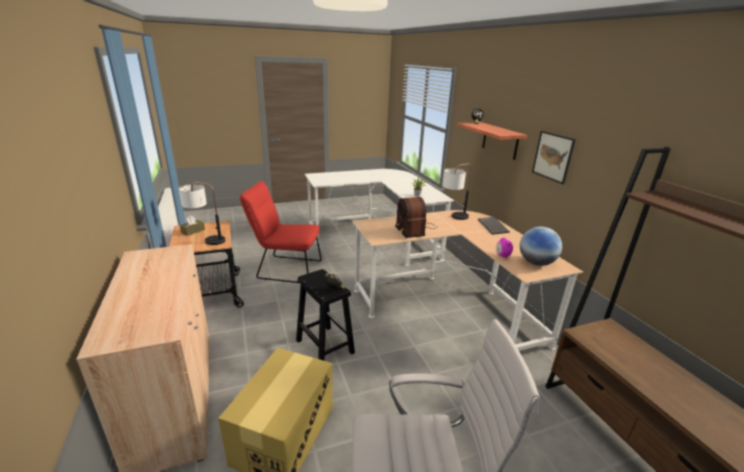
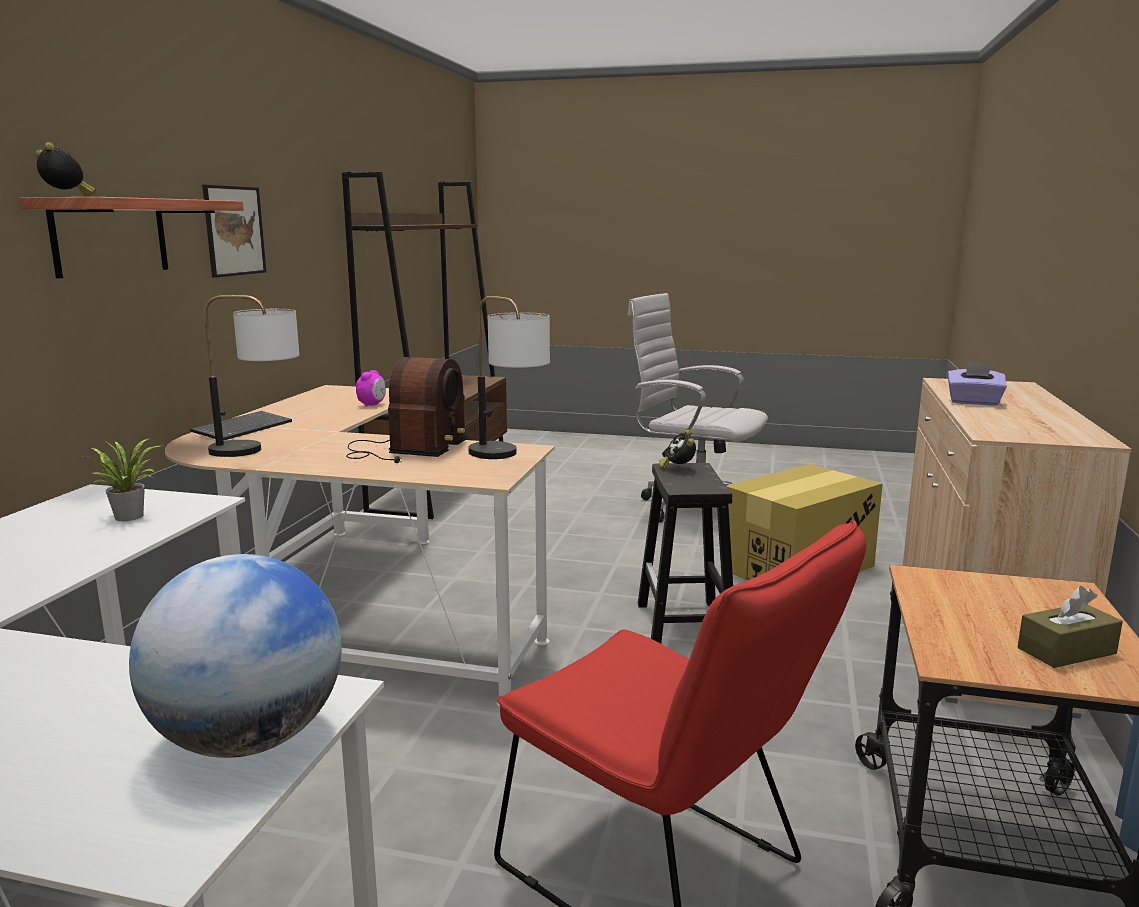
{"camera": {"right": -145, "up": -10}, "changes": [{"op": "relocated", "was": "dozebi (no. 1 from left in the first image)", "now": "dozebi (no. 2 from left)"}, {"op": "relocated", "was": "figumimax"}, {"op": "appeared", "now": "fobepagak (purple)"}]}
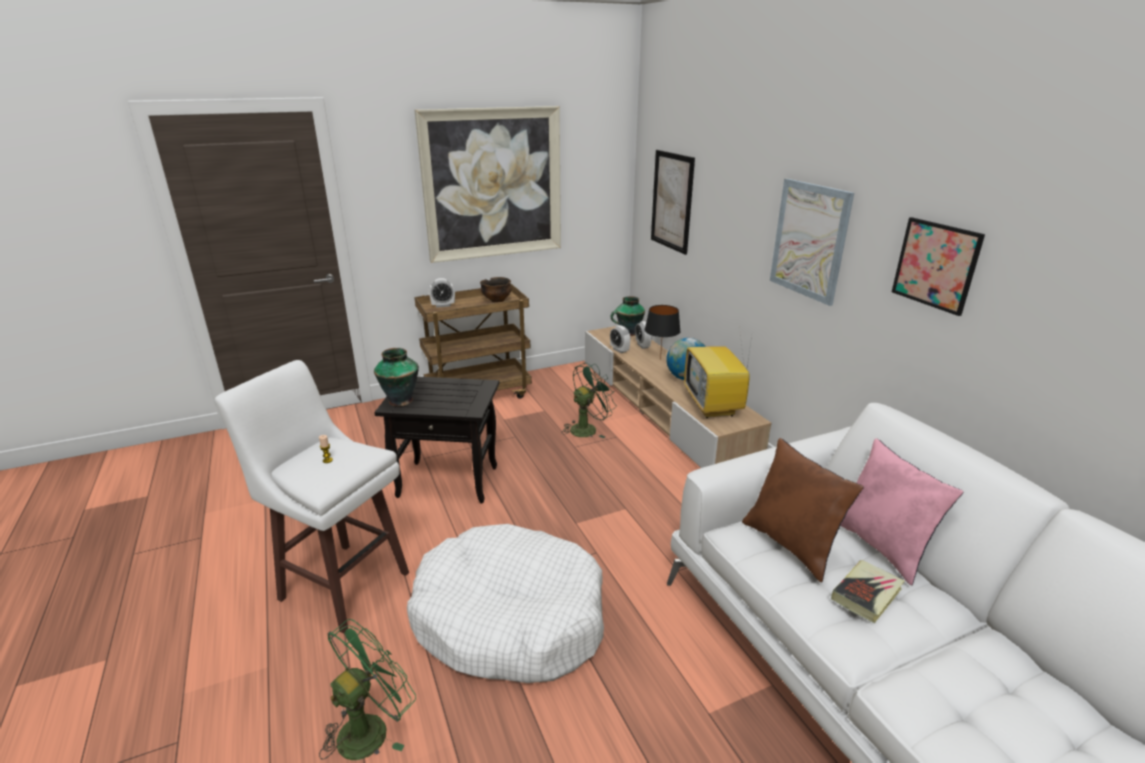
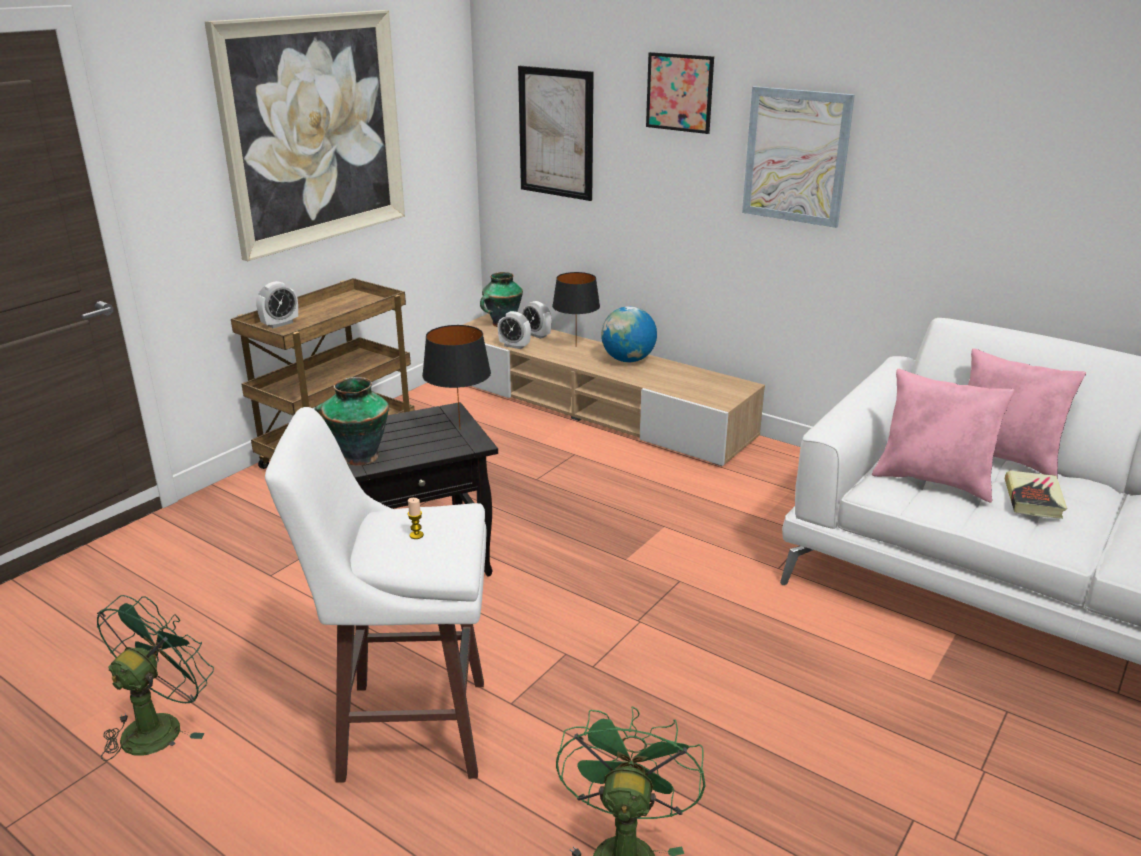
{"camera": {"right": -30, "up": 0}, "changes": [{"op": "missing", "was": "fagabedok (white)"}, {"op": "missing", "was": "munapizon"}, {"op": "relocated", "was": "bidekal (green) (no. 2 from left in the first image)", "now": "bidekal (green) (no. 1 from left)"}, {"op": "missing", "was": "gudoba"}, {"op": "colour", "was": "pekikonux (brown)", "now": "pekikonux (pink) (no. 1 from left)"}, {"op": "relocated", "was": "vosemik (no. 4 from left in the first image)", "now": "vosemik (no. 3 from left)"}, {"op": "appeared", "now": "dozebi (black) (no. 1 from left)"}]}
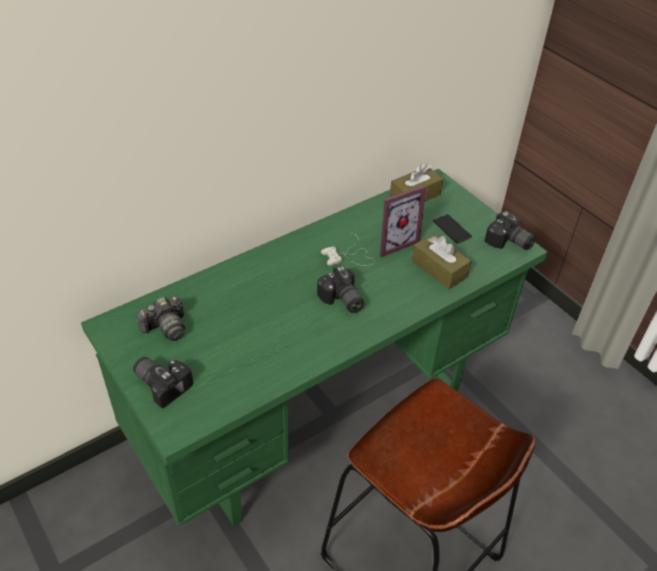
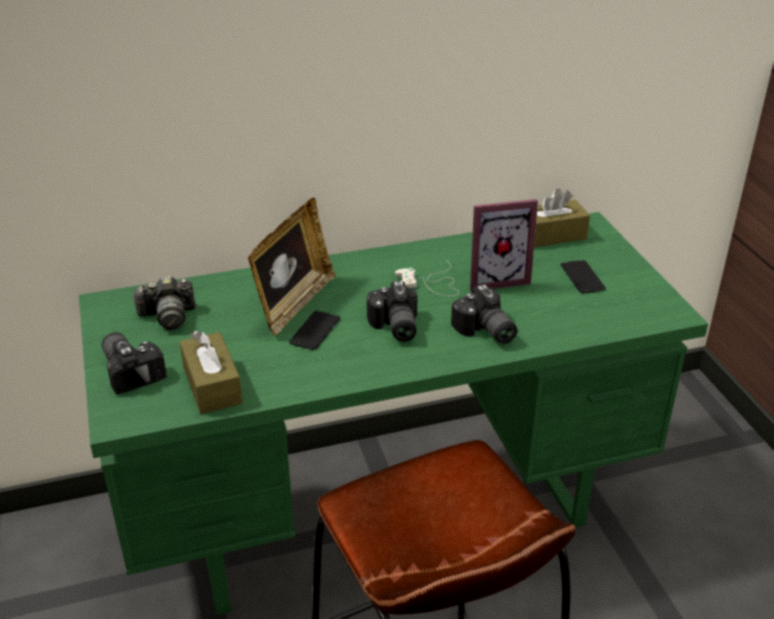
{"camera": {"right": 20, "up": -10}, "changes": [{"op": "relocated", "was": "fobepagak (brown) (no. 2 from left in the first image)", "now": "fobepagak (brown) (no. 1 from left)"}, {"op": "relocated", "was": "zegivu (no. 4 from left)"}, {"op": "appeared", "now": "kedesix (no. 1 from left)"}, {"op": "appeared", "now": "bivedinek (no. 1 from left)"}]}
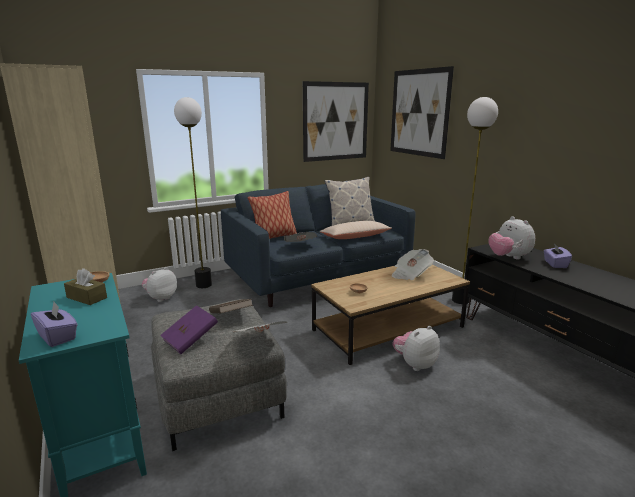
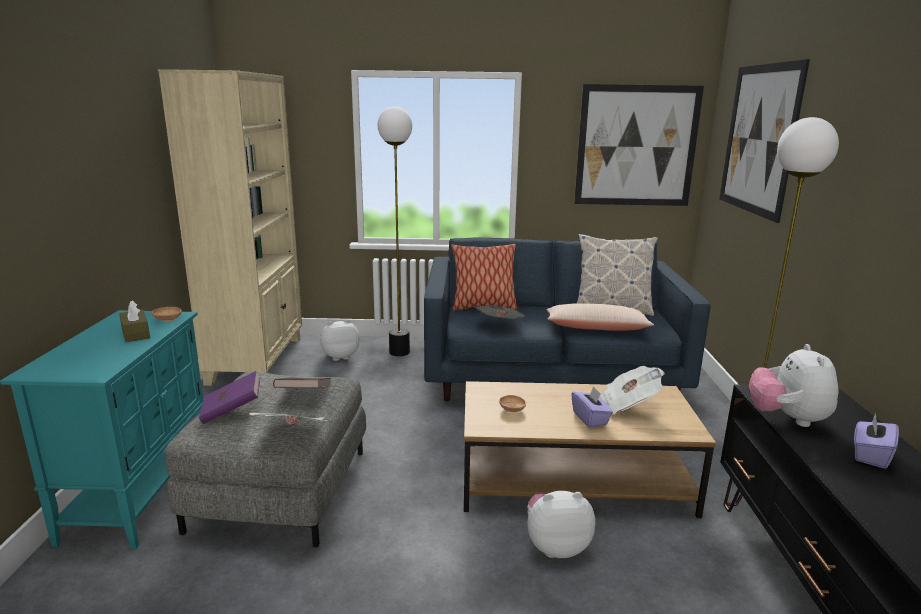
{"camera": {"right": 30, "up": 0}, "changes": [{"op": "relocated", "was": "fobepagak (purple) (no. 1 from left)"}]}
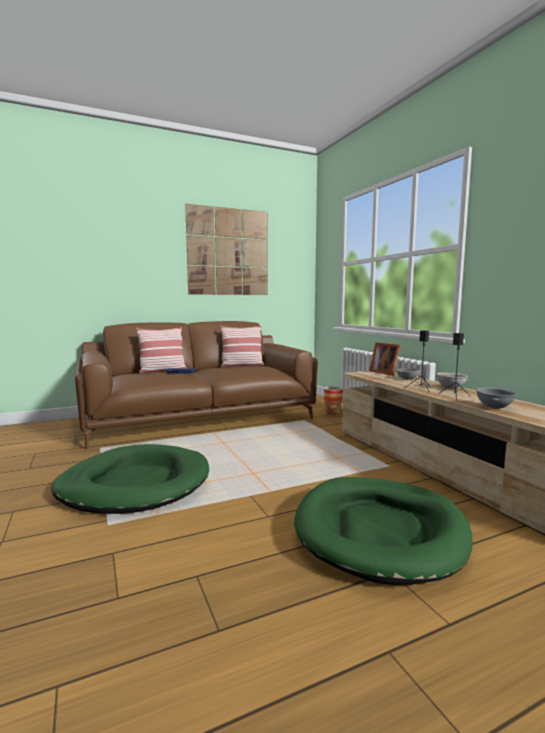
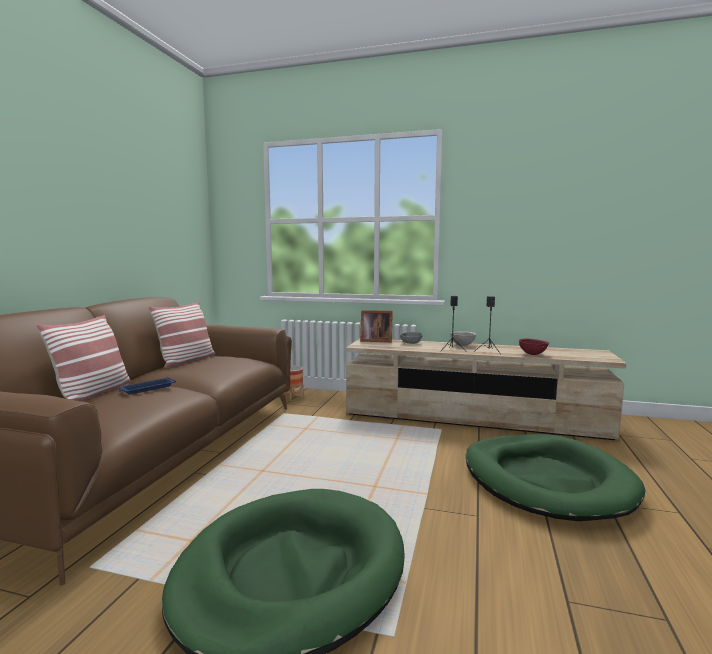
{"camera": {"right": -50, "up": 0}, "changes": [{"op": "missing", "was": "vosemik"}, {"op": "colour", "was": "munapizon (grey) (no. 3 from left)", "now": "munapizon (red)"}]}
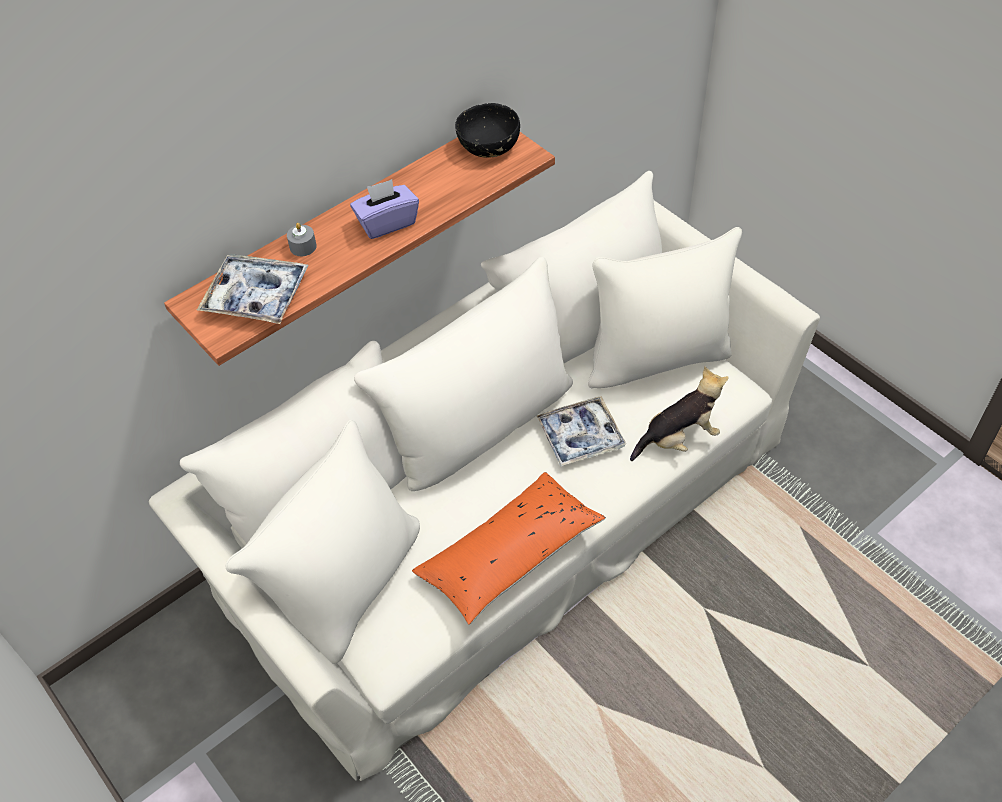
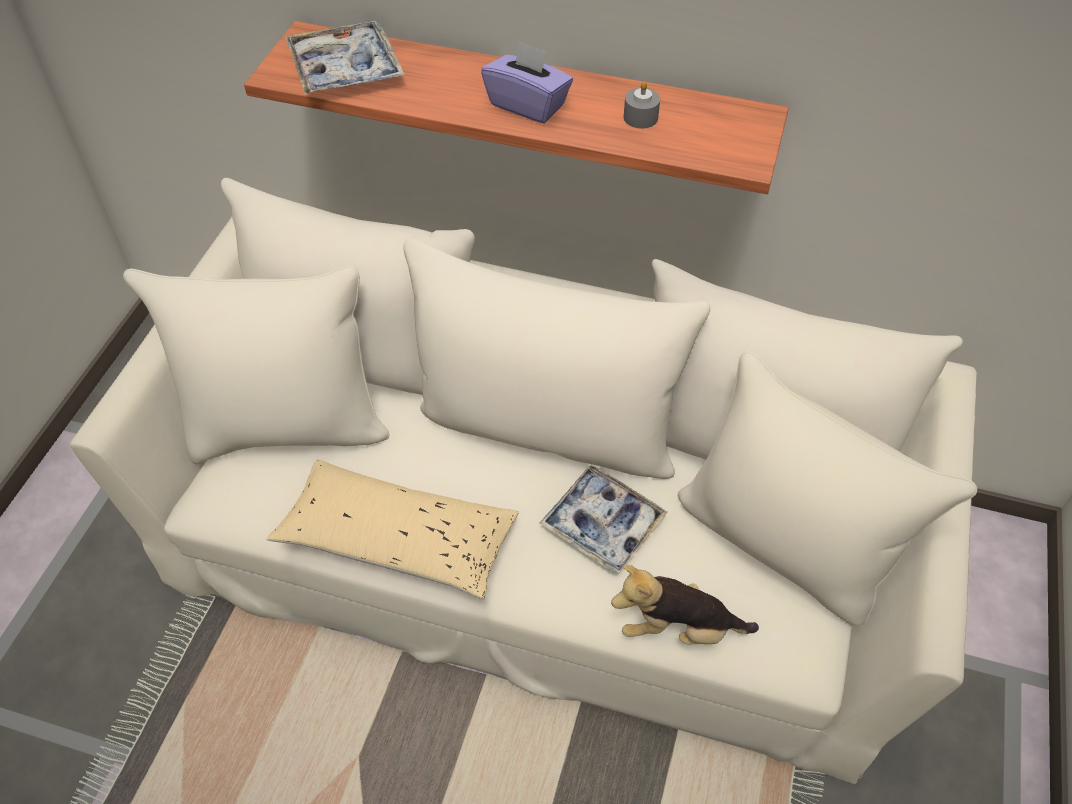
{"camera": {"right": 55, "up": 0}, "changes": [{"op": "relocated", "was": "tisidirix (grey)"}, {"op": "colour", "was": "pekikonux (orange)", "now": "pekikonux (beige)"}, {"op": "missing", "was": "munapizon (black)"}, {"op": "spun", "was": "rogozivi", "clockwise": 150}]}
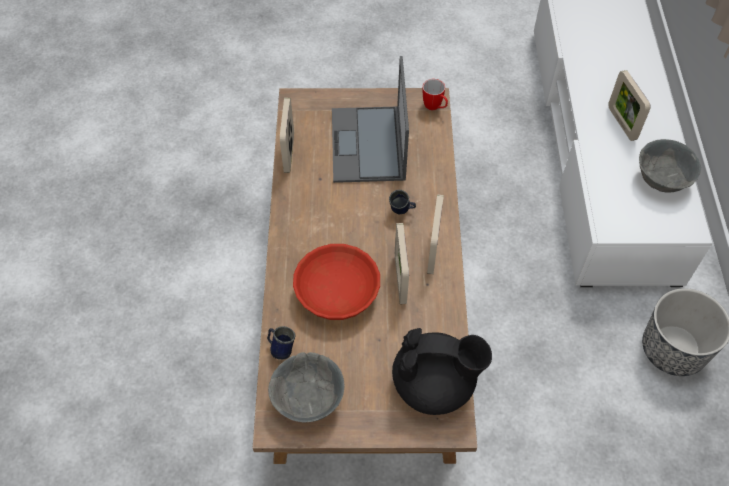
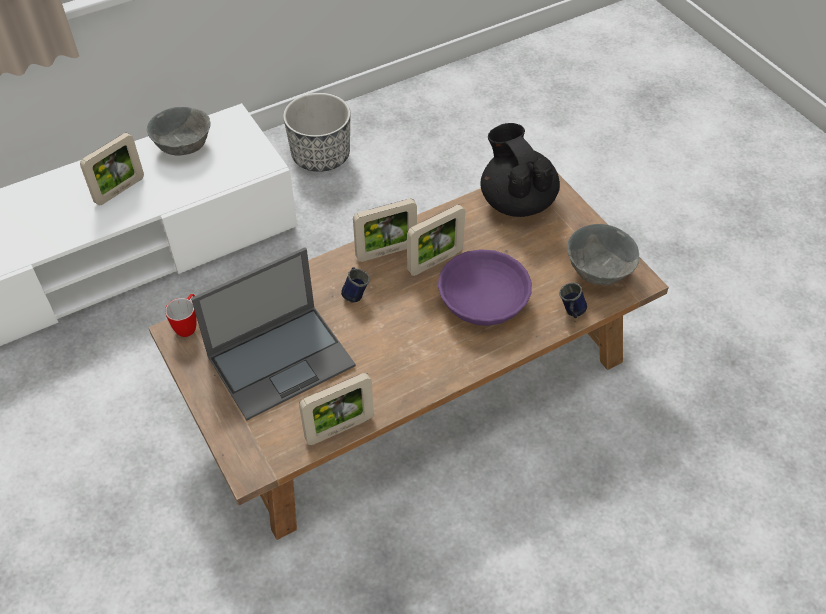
{"camera": {"right": -120, "up": -5}, "changes": [{"op": "colour", "was": "munapizon (red)", "now": "munapizon (purple)"}]}
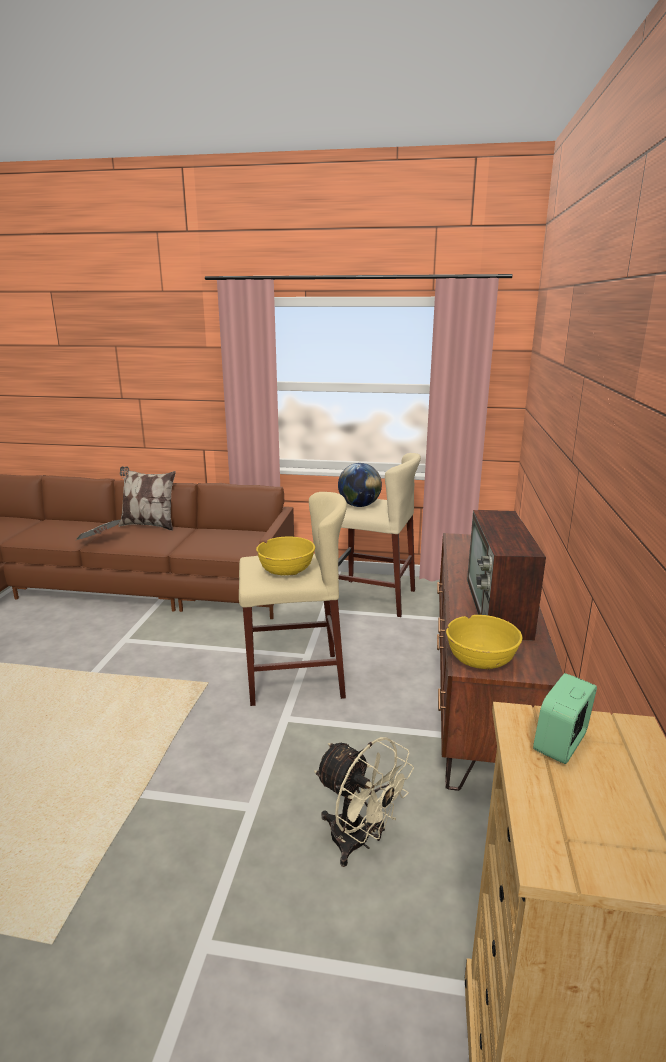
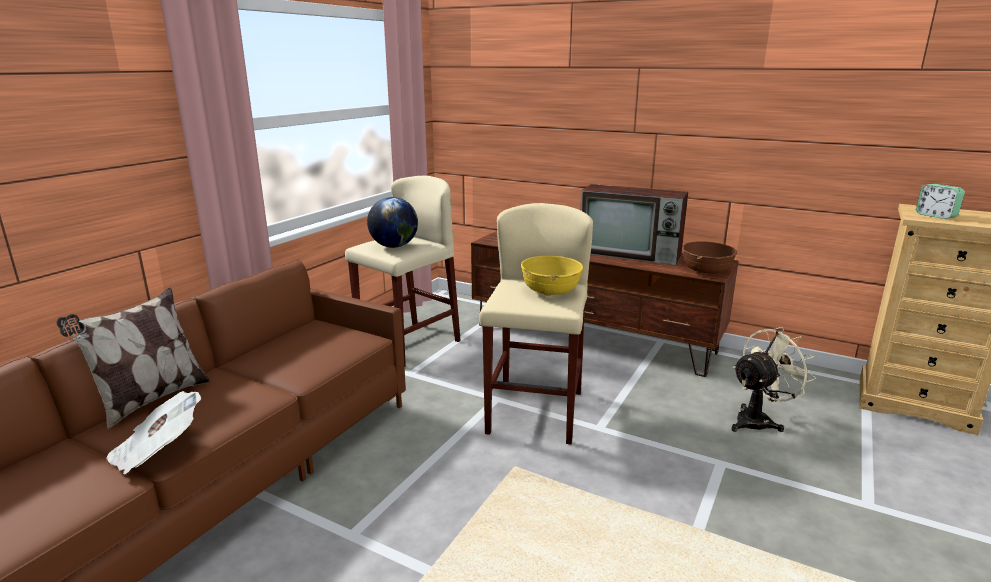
{"camera": {"right": -70, "up": 0}, "changes": [{"op": "colour", "was": "munapizon (yellow) (no. 2 from left)", "now": "munapizon (brown)"}]}
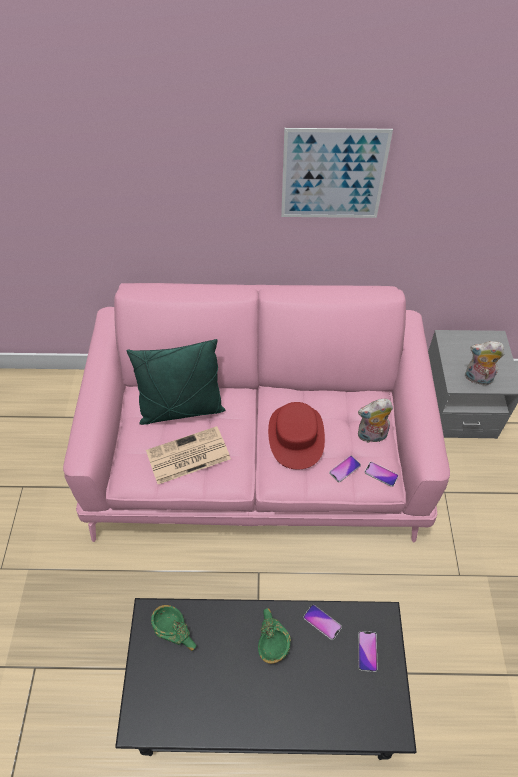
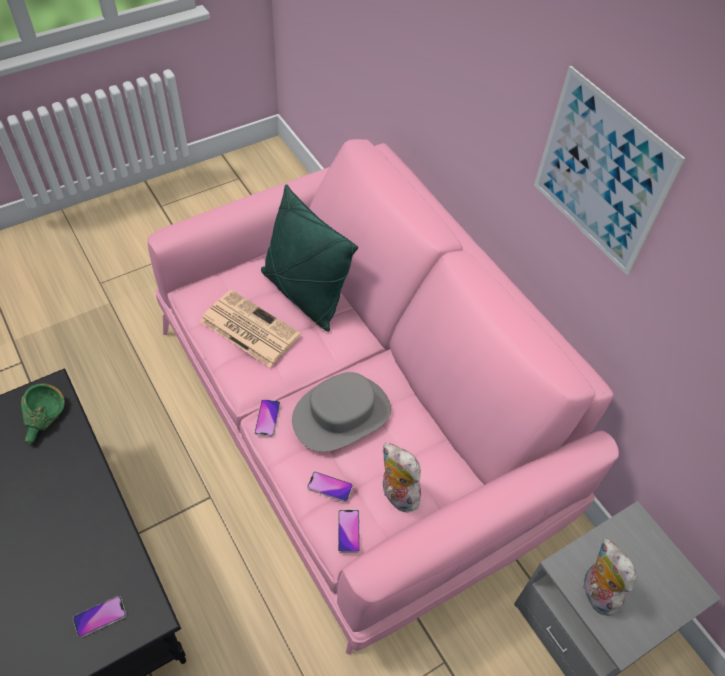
{"camera": {"right": 55, "up": 0}, "changes": [{"op": "missing", "was": "munapizon (green) (no. 2 from left)"}, {"op": "colour", "was": "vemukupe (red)", "now": "vemukupe (grey)"}, {"op": "relocated", "was": "bivedinek (no. 1 from left in the first image)", "now": "bivedinek (no. 2 from left)"}]}
